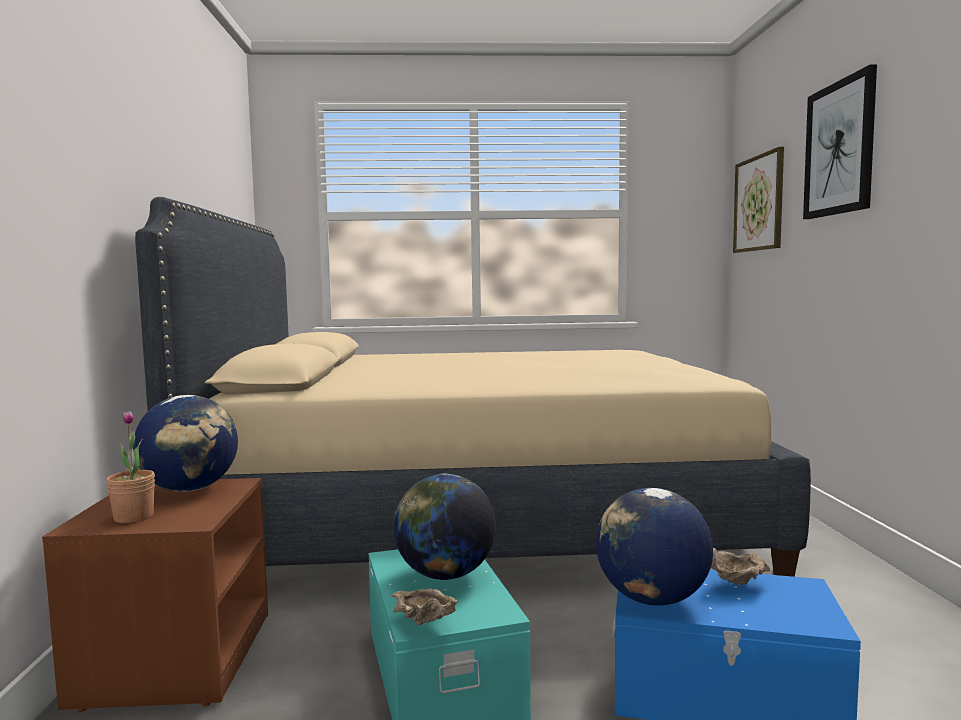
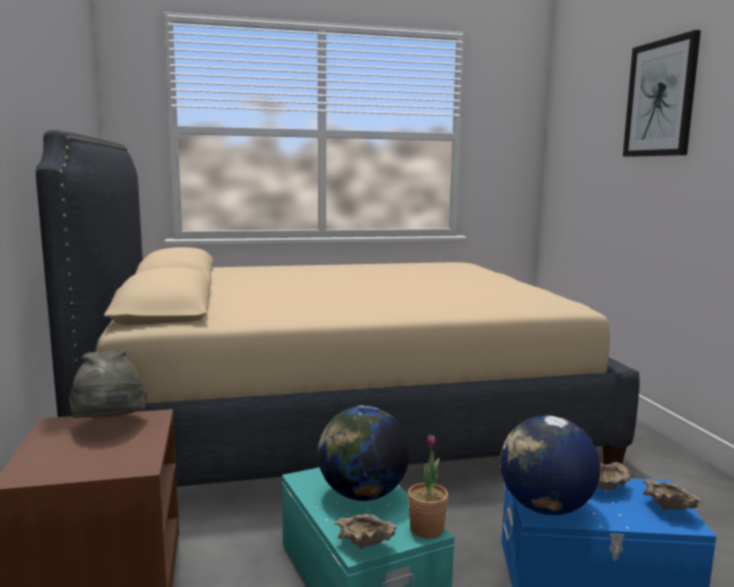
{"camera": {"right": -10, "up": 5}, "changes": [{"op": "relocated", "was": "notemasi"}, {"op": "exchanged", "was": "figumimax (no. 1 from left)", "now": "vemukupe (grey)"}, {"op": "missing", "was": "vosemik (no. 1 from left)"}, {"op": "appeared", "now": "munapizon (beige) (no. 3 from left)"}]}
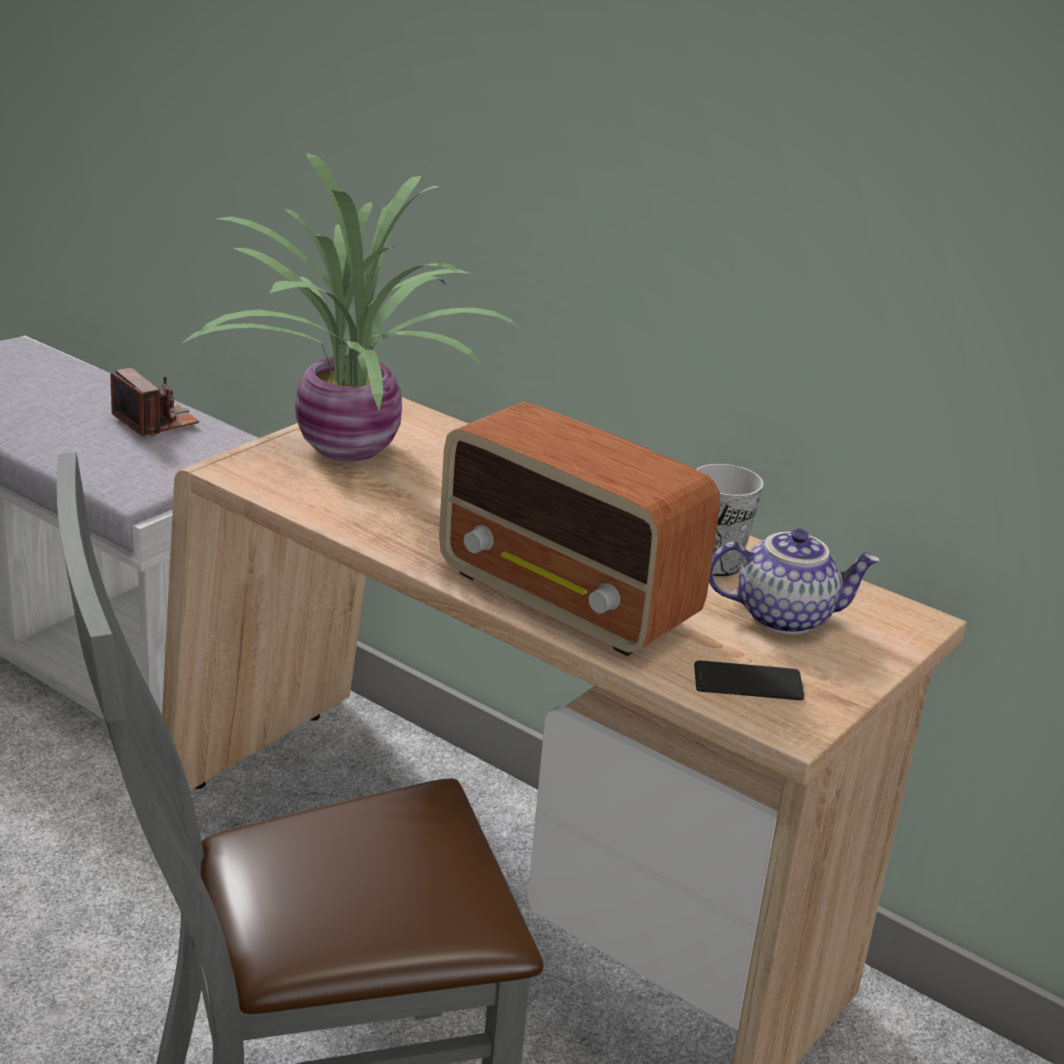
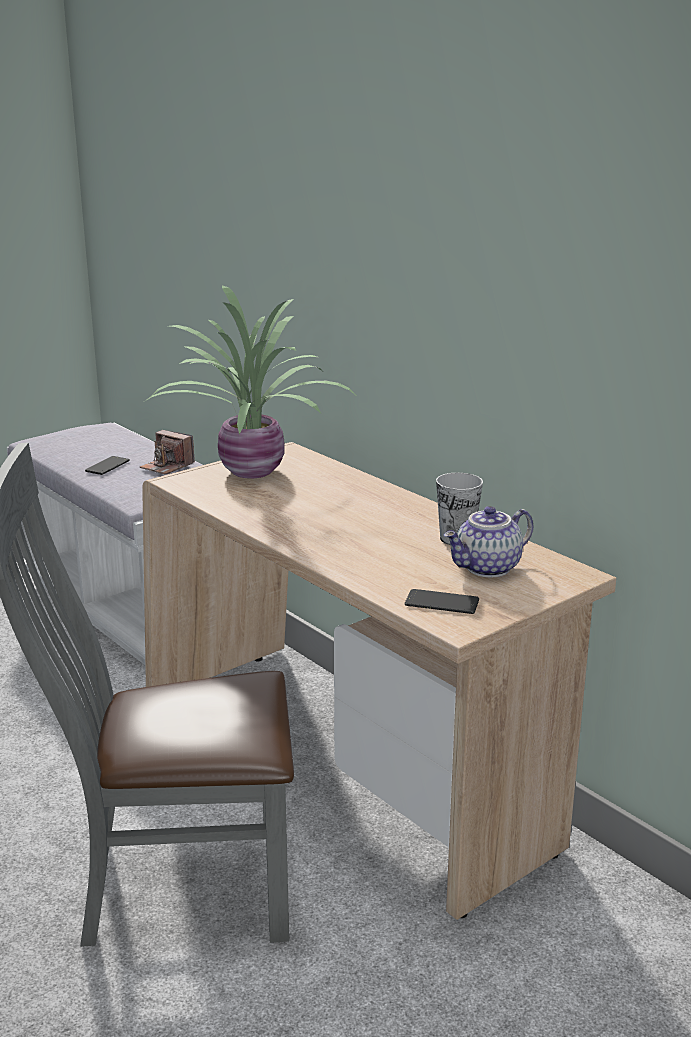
{"camera": {"right": 15, "up": -5}, "changes": [{"op": "spun", "was": "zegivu", "clockwise": 150}, {"op": "missing", "was": "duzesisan"}, {"op": "spun", "was": "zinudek", "clockwise": 135}, {"op": "appeared", "now": "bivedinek (no. 1 from left)"}]}
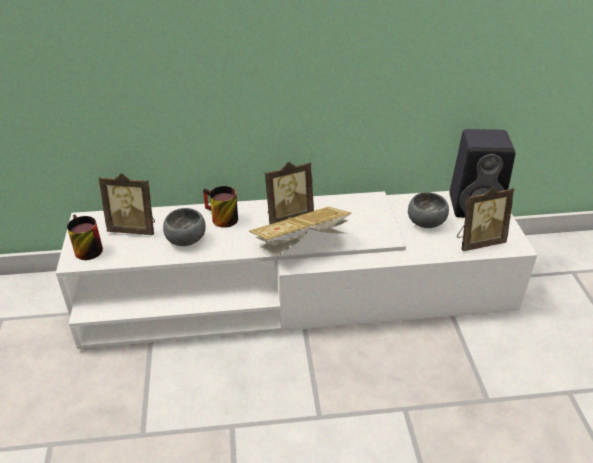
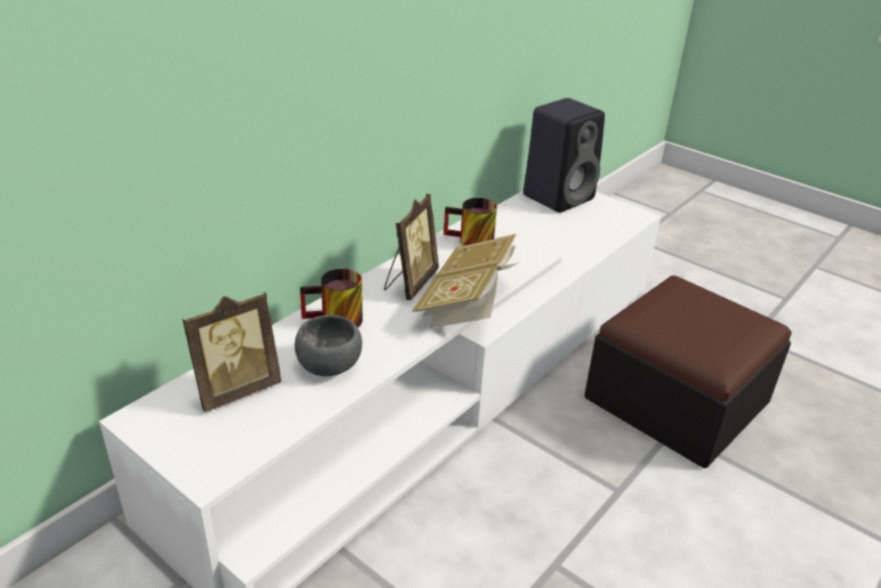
{"camera": {"right": -45, "up": -5}, "changes": [{"op": "relocated", "was": "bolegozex (no. 1 from left in the first image)", "now": "bolegozex (no. 2 from left)"}, {"op": "missing", "was": "munapizon (grey) (no. 2 from left)"}, {"op": "missing", "was": "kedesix (no. 3 from left)"}, {"op": "appeared", "now": "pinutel"}]}
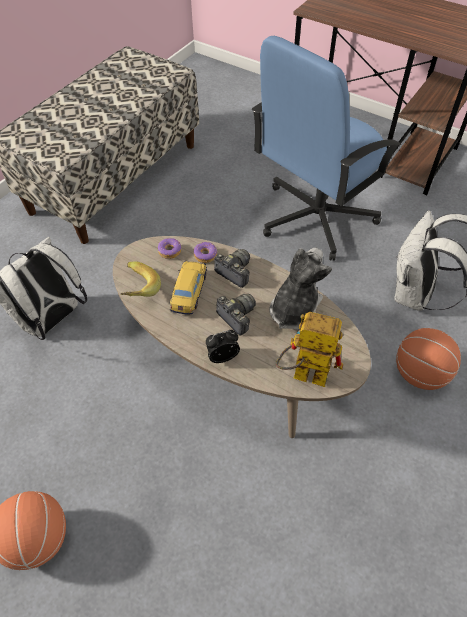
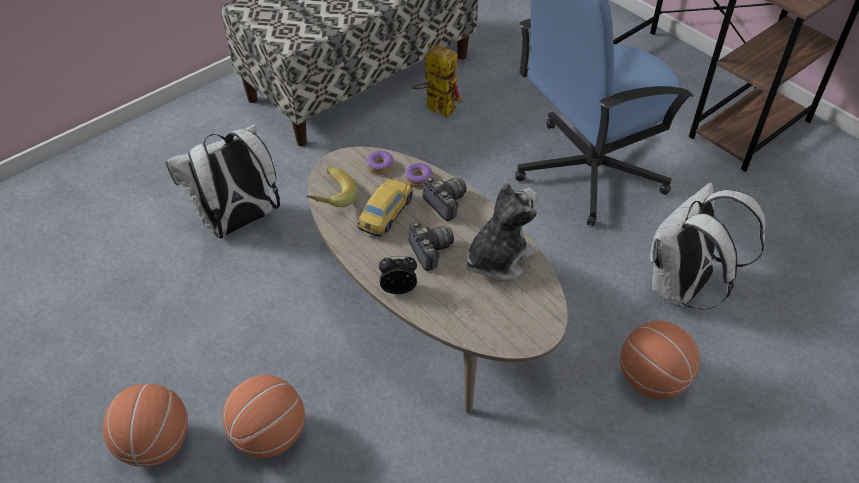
{"camera": {"right": 15, "up": -5}, "changes": [{"op": "relocated", "was": "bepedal"}, {"op": "appeared", "now": "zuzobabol (no. 2 from left)"}]}
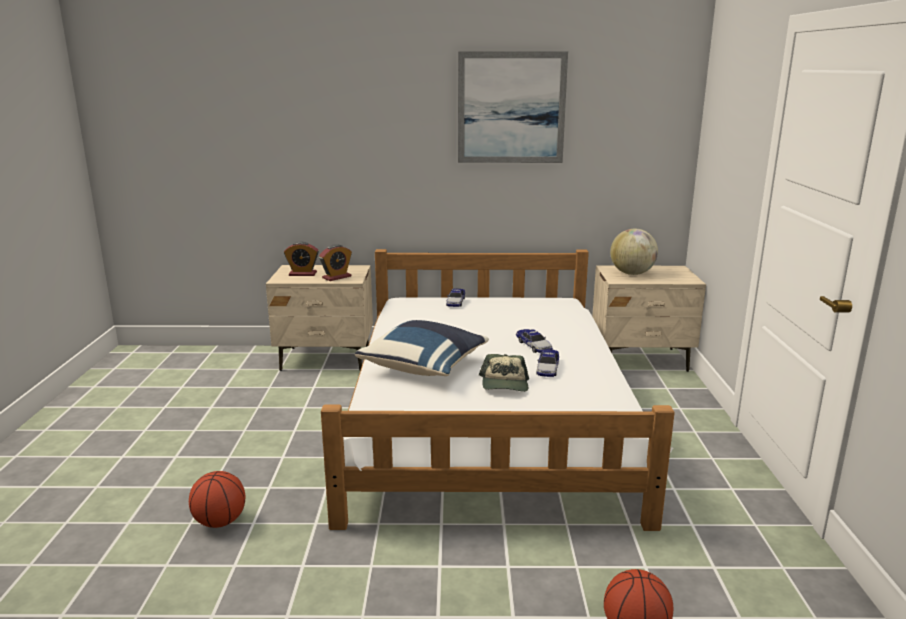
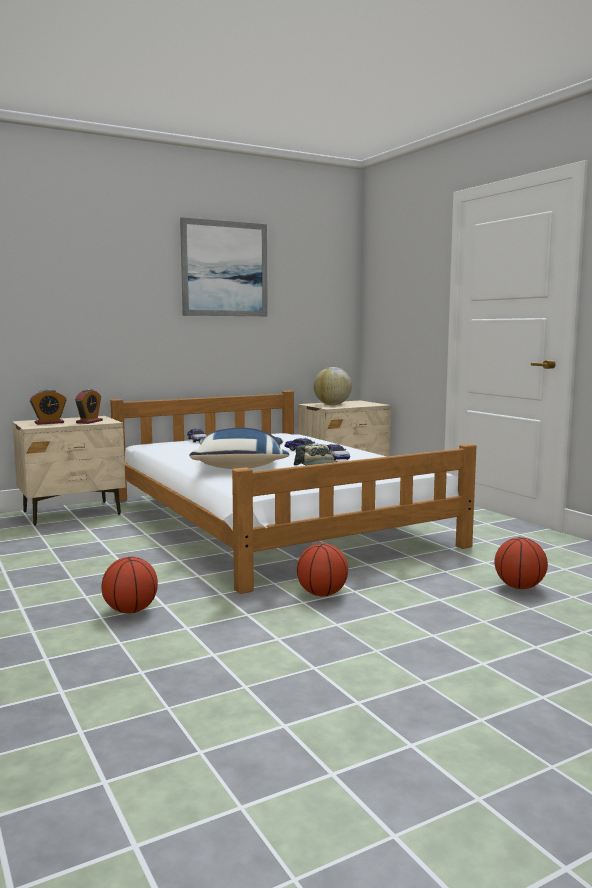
{"camera": {"right": -30, "up": -10}, "changes": [{"op": "appeared", "now": "zuzobabol (no. 2 from left)"}]}
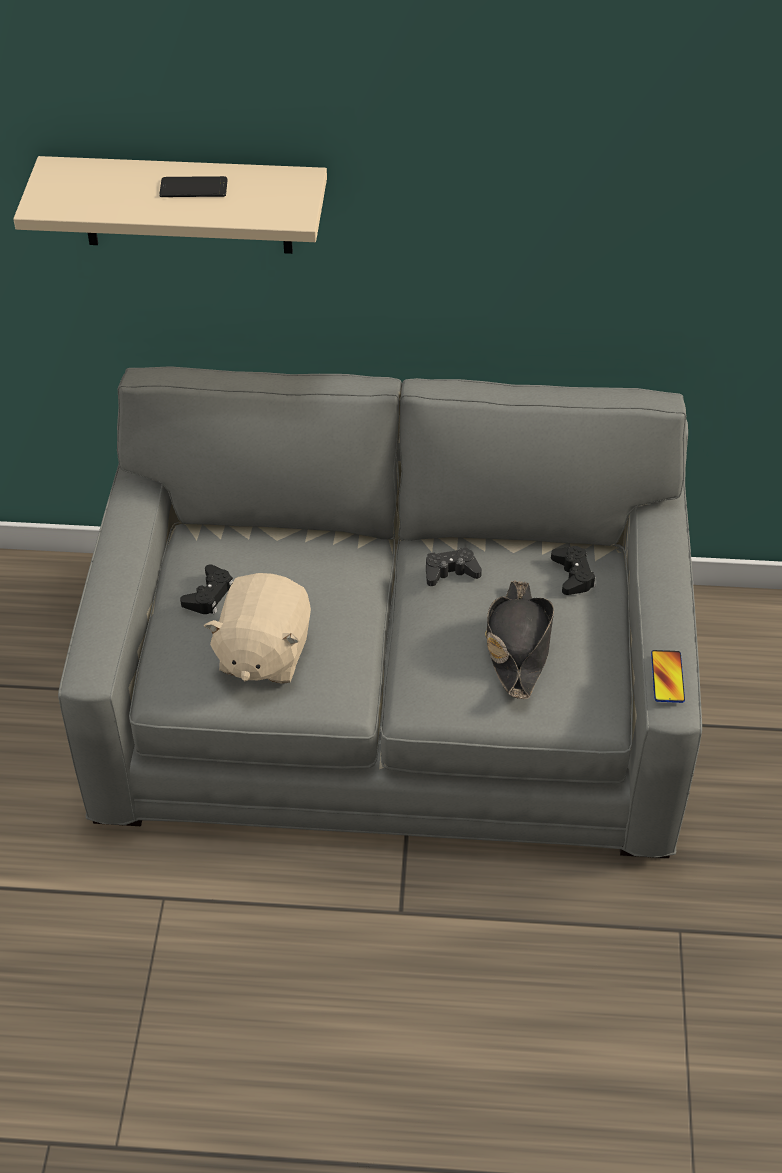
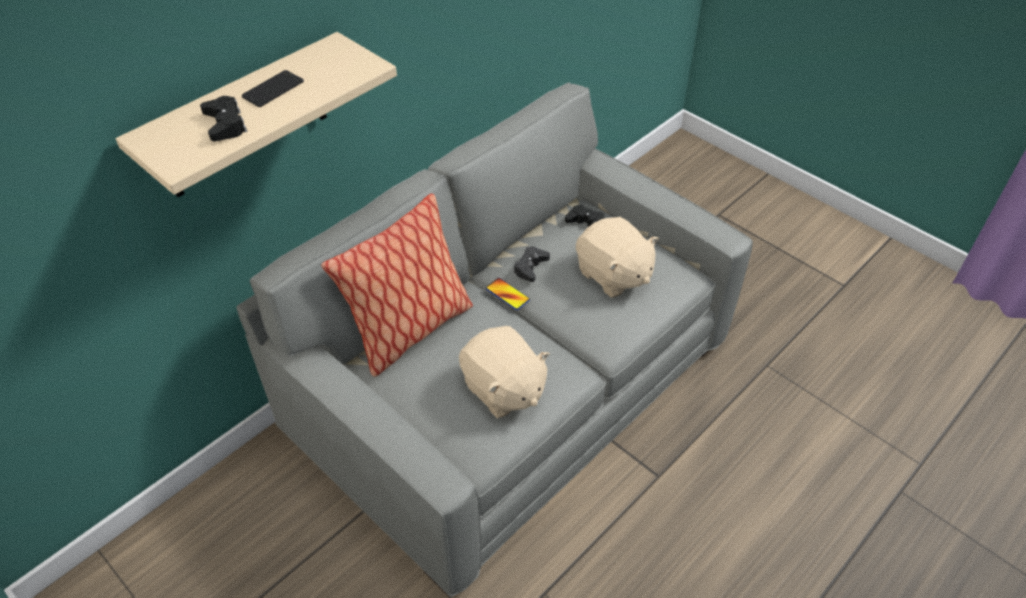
{"camera": {"right": -50, "up": 0}, "changes": [{"op": "relocated", "was": "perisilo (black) (no. 1 from left)"}, {"op": "exchanged", "was": "vemukupe (black)", "now": "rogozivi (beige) (no. 2 from left)"}, {"op": "relocated", "was": "bivedinek (no. 2 from left)"}, {"op": "appeared", "now": "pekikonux"}]}
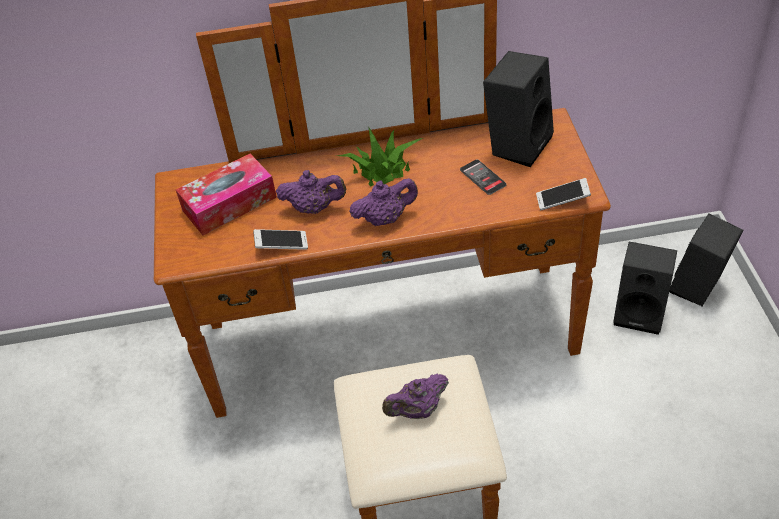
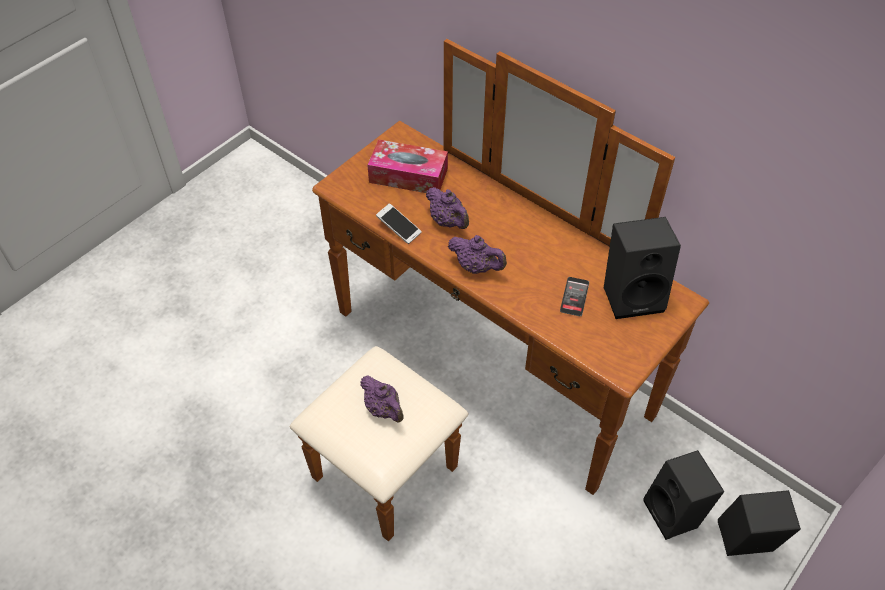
{"camera": {"right": 45, "up": 5}, "changes": [{"op": "missing", "was": "notemasi"}, {"op": "spun", "was": "zinudek (purple) (no. 3 from left in the first image)", "clockwise": -150}, {"op": "missing", "was": "bivedinek (no. 3 from left)"}]}
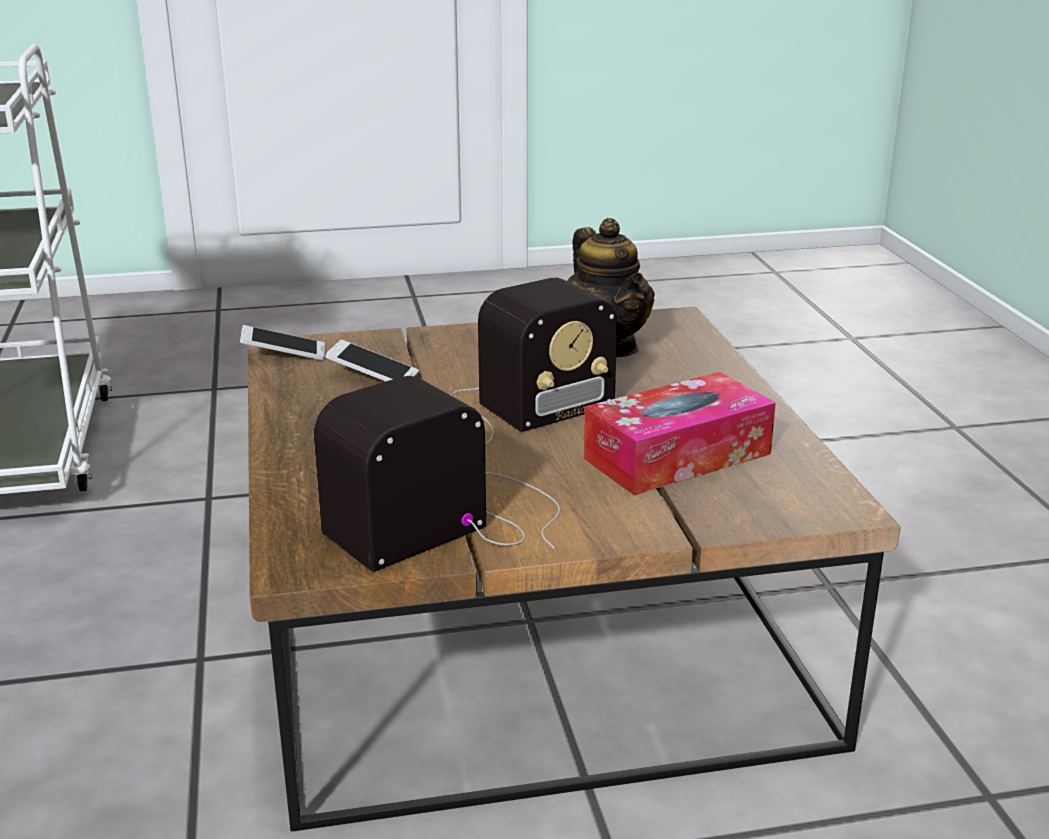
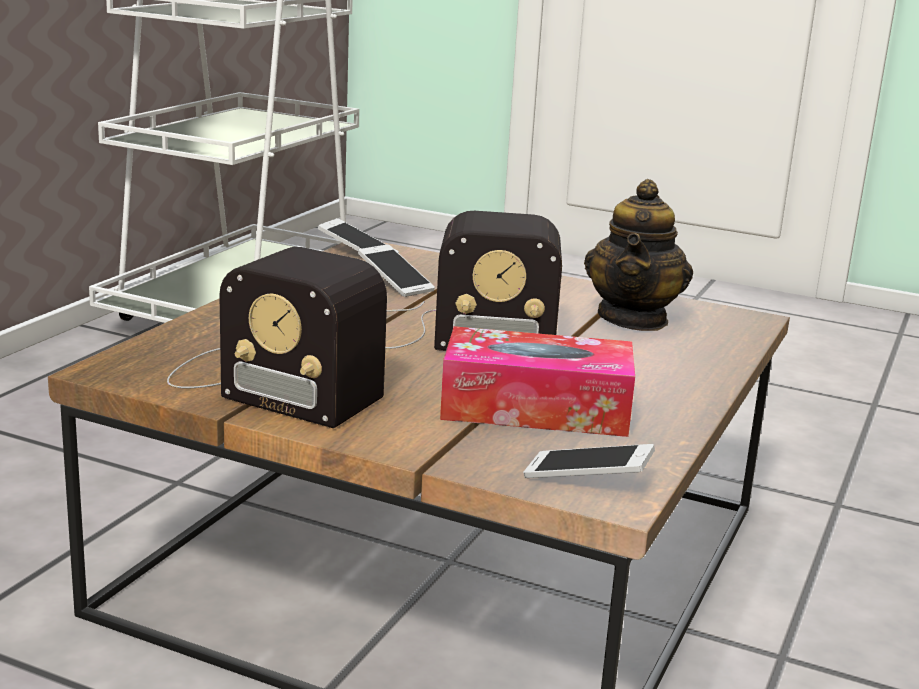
{"camera": {"right": 35, "up": -5}, "changes": [{"op": "spun", "was": "duzesisan (no. 1 from left)", "clockwise": -150}, {"op": "appeared", "now": "bivedinek (no. 3 from left)"}]}
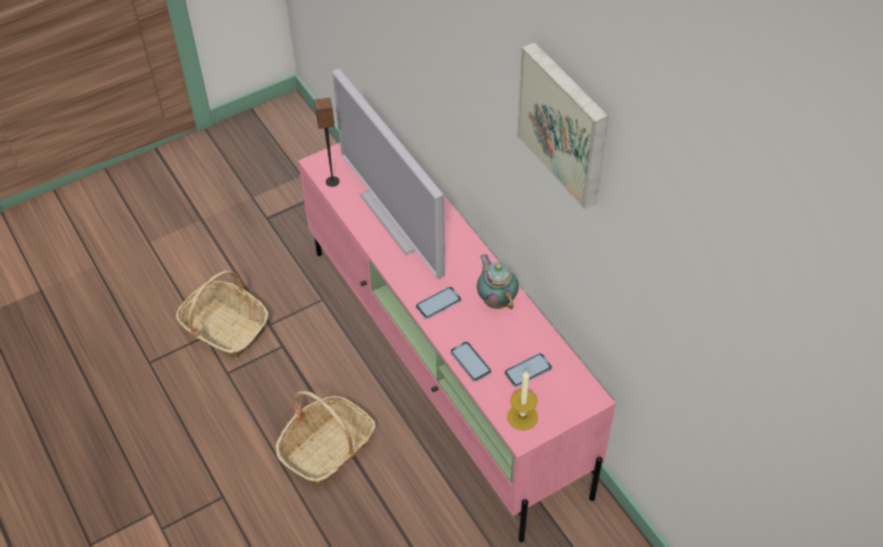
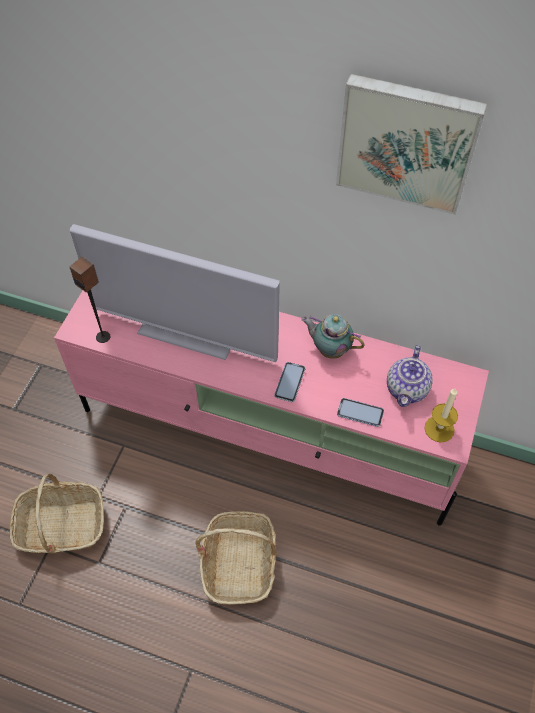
{"camera": {"right": -40, "up": 5}, "changes": [{"op": "exchanged", "was": "bivedinek (no. 3 from left)", "now": "zinudek (no. 2 from left)"}]}
